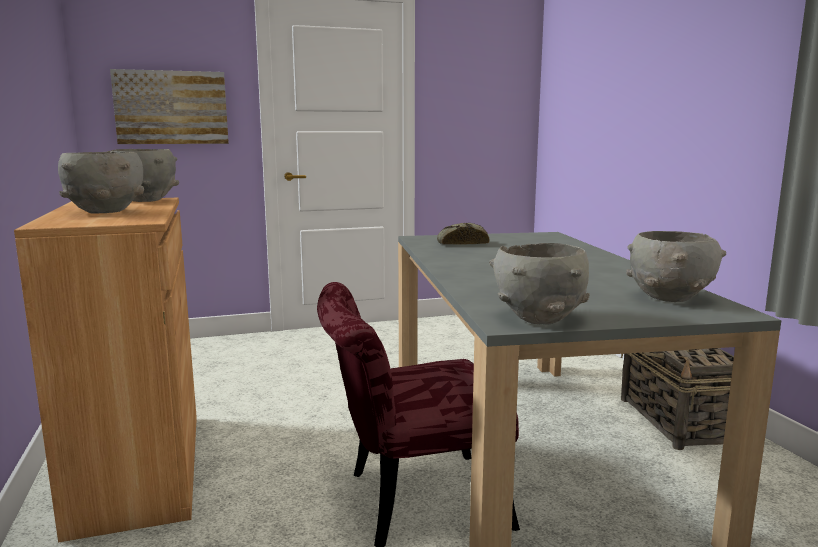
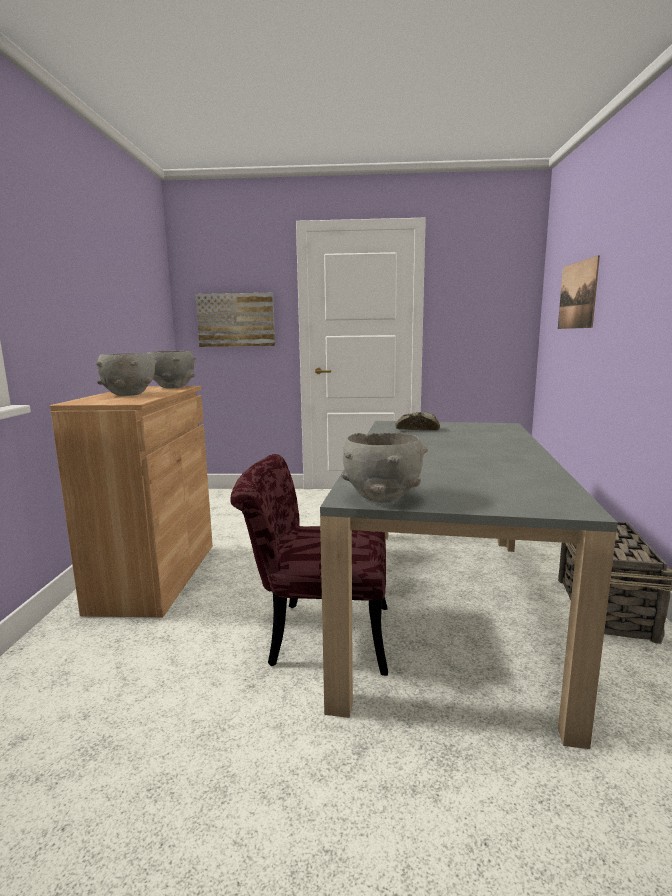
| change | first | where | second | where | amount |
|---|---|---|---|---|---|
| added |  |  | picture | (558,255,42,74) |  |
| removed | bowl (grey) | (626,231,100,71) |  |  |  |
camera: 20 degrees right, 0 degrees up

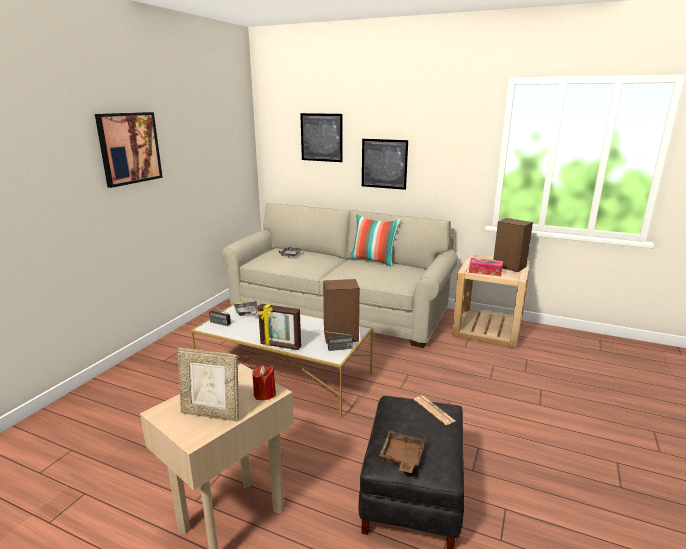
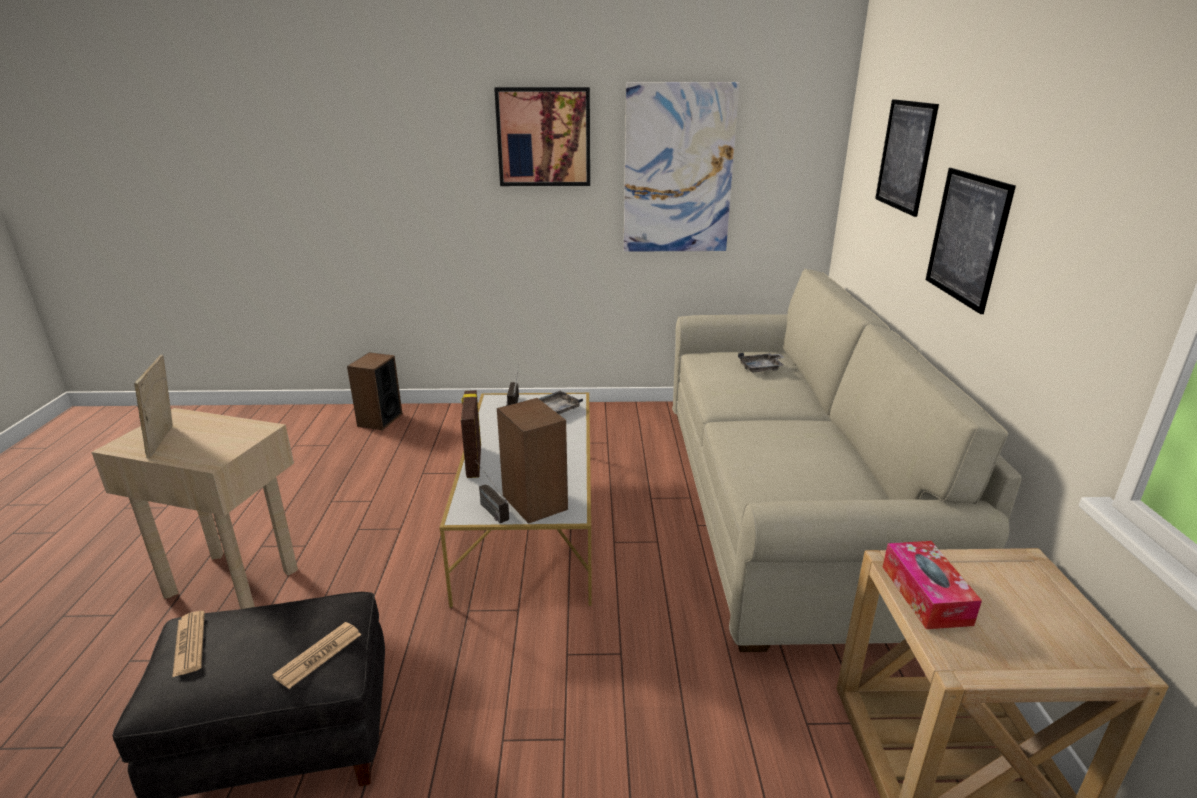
| change | first | where | second | where | amount |
|---|---|---|---|---|---|
| replaced | tray (brown) | (379,431,46,42) | newspaper | (172,611,33,67) |  |
| moved | speaker | (493,218,40,54) |  | (347,352,55,78) |  |
| added |  |  | picture | (624,82,115,170) |  |
| removed | candle (red) | (252,366,24,34) |  |  |  |
| removed | pillow | (350,214,51,53) |  |  |  |
camera: 65 degrees right, 5 degrees up

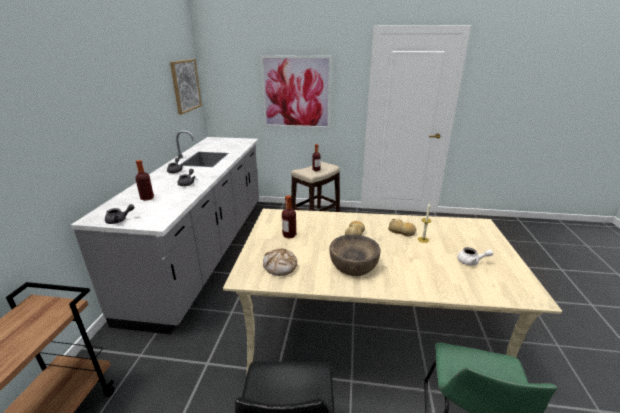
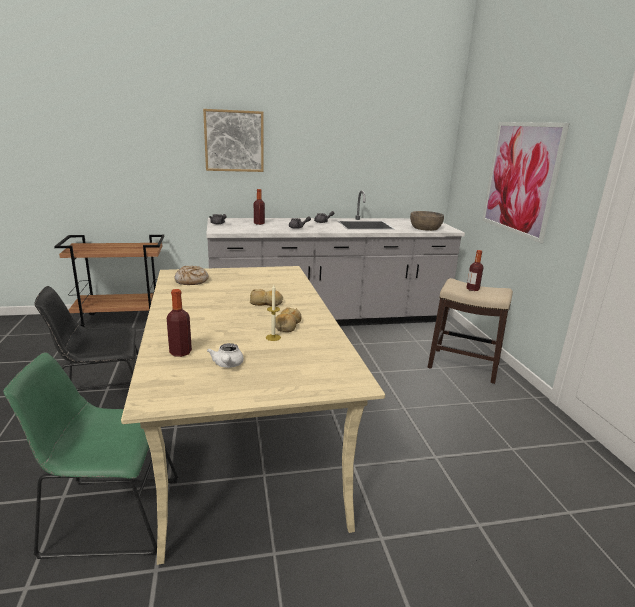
| change | first | where | second | where | amount |
|---|---|---|---|---|---|
| moved | bottle | (282,195,14,44) |  | (167,289,25,68) |  |
| moved | picture | (170,59,32,56) |  | (203,109,60,63) |  |
| moved | bowl (brown) | (329,235,52,41) |  | (410,211,34,20) |  |
camera: 70 degrees right, 5 degrees down

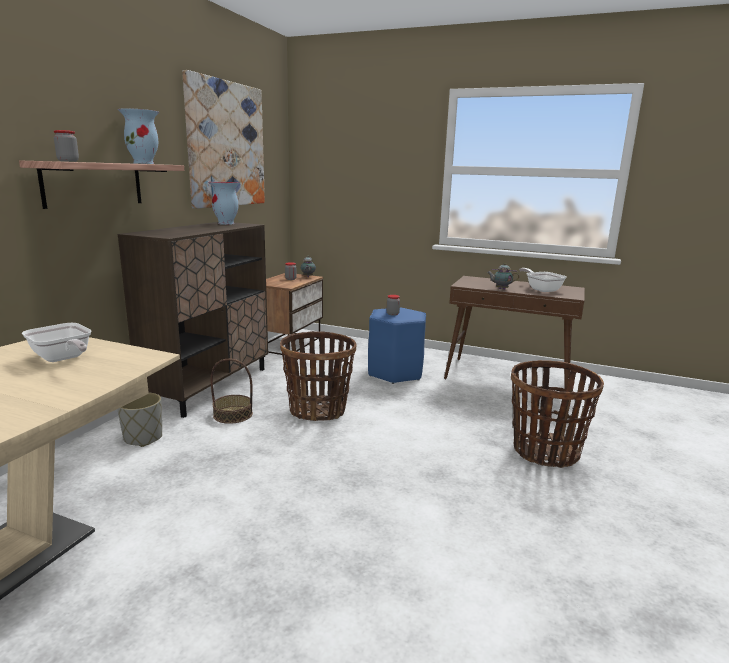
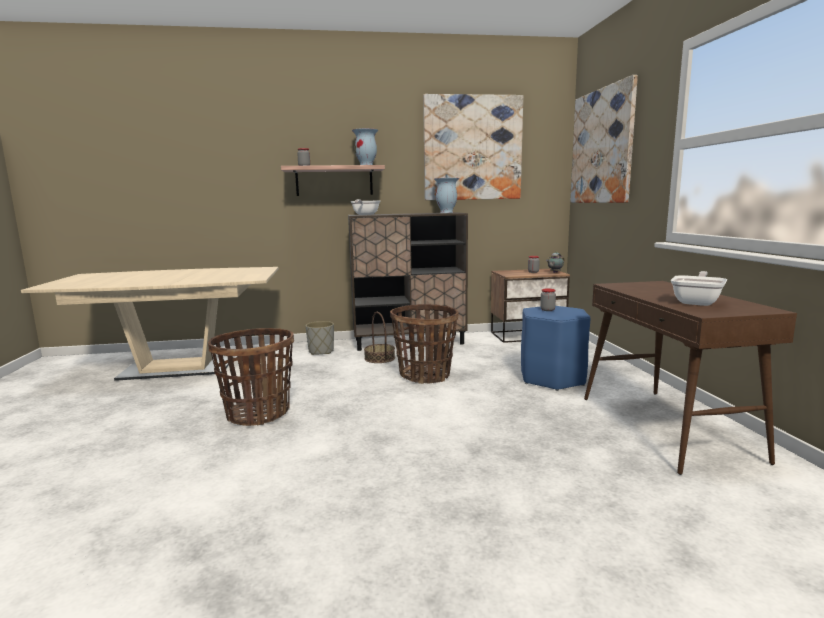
| change | first | where | second | where | amount |
|---|---|---|---|---|---|
| moved | basket | (511,360,93,108) |  | (208,328,86,98) |  |
| moved | frying pan | (22,323,69,39) |  | (351,200,29,15) |  |
| added |  |  | picture | (570,75,68,128) |  |
| removed | teapot | (487,263,32,27) |  |  |  |
camera: 60 degrees right, 5 degrees down

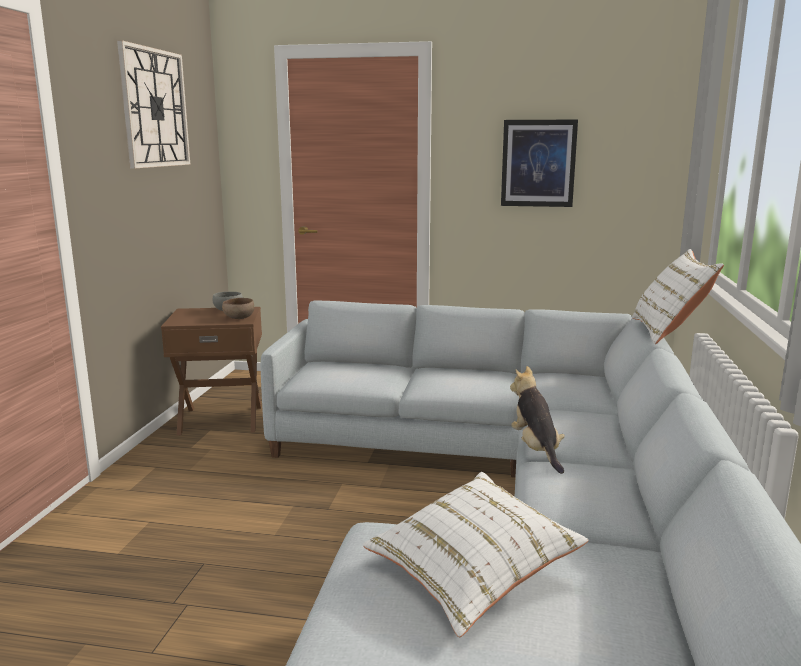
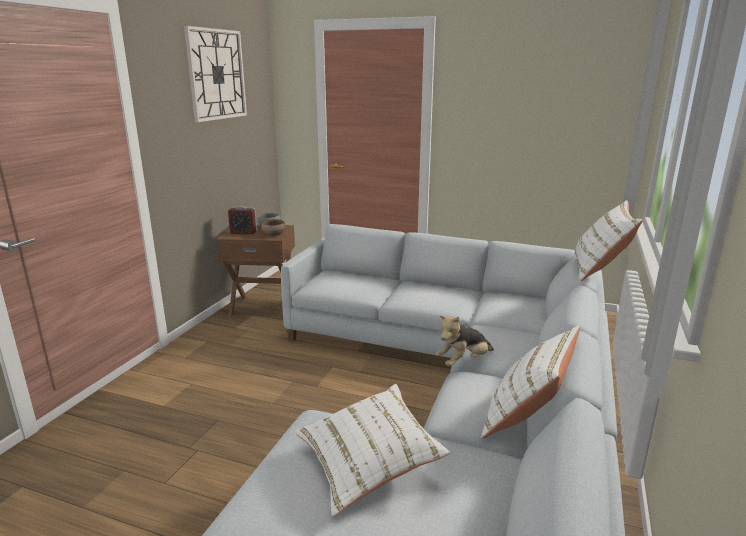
| change | first | where | second | where | amount |
|---|---|---|---|---|---|
| added |  |  | alarm clock | (228,206,29,28) |  |
| turned | plush toy | (510,366,55,108) |  | (436,316,58,50) | 120 degrees counterclockwise |
| added |  |  | pillow (white) | (481,326,99,113) |  |
| removed | picture | (501,120,77,87) |  |  |  |
camera: 10 degrees right, 5 degrees up

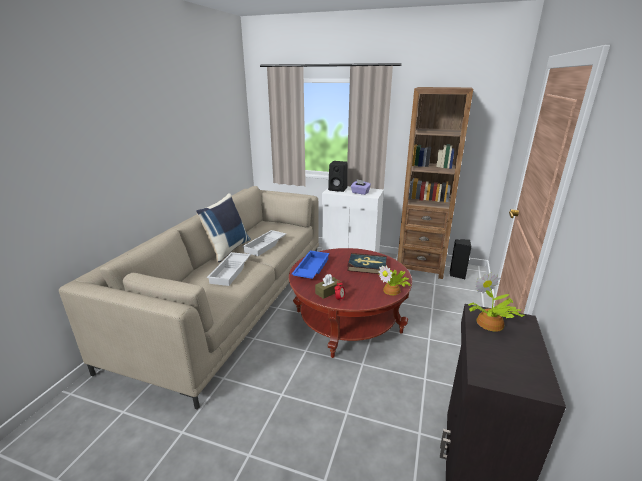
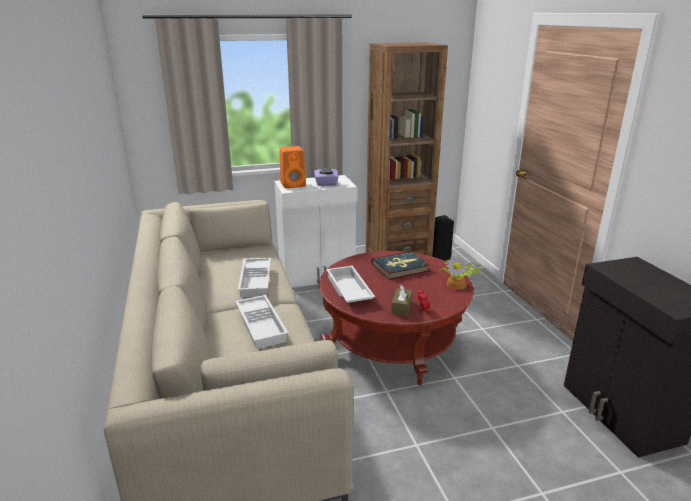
| change | first | where | second | where | amount |
|---|---|---|---|---|---|
| recoloured | speaker (black) | (328,161,20,31) | speaker (orange) | (280,146,26,42) |  |
| recoloured | tray (blue) | (292,251,38,28) | tray (white) | (326,266,49,37) |  |
| removed | pillow (blue) | (196,193,55,70) |  |  |  |
| removed | potted plant | (467,273,57,59) |  |  |  |
camera: 35 degrees left, 0 degrees up

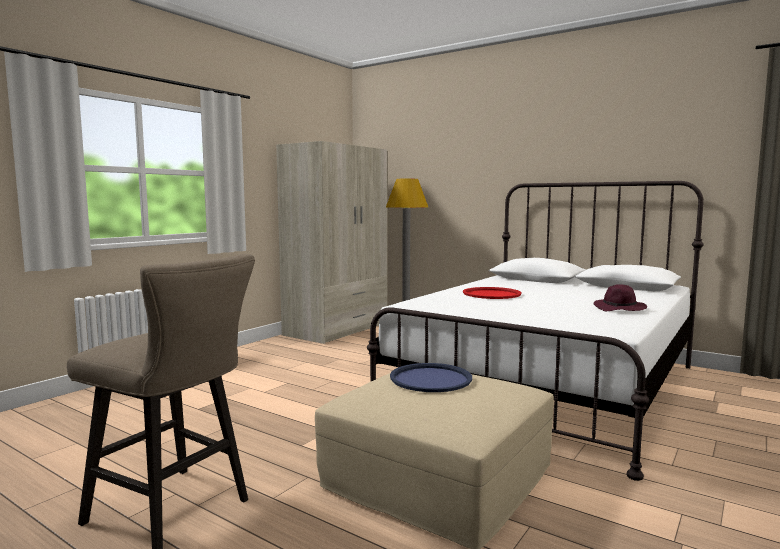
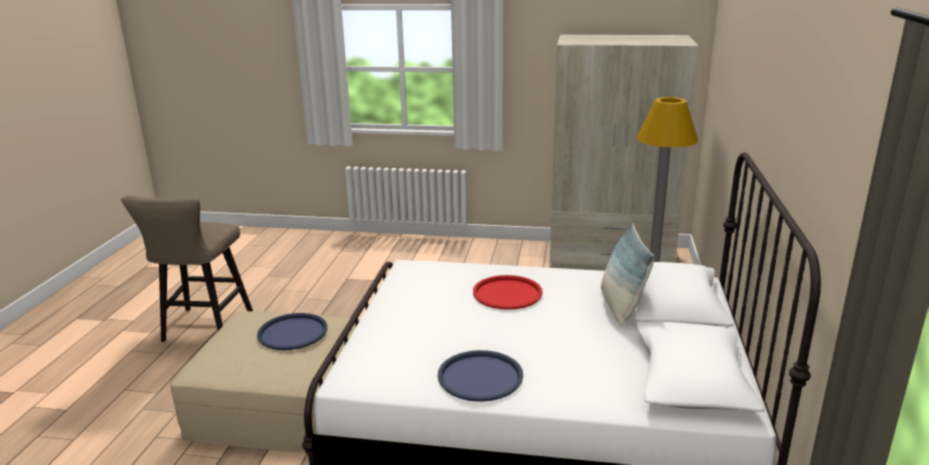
| change | first | where | second | where | amount |
|---|---|---|---|---|---|
| replaced | hat (purple) | (593,285,54,26) | tray (blue) | (438,350,85,52) |  |
| added |  |  | pillow | (601,223,54,103) |  |
camera: 65 degrees right, 15 degrees up

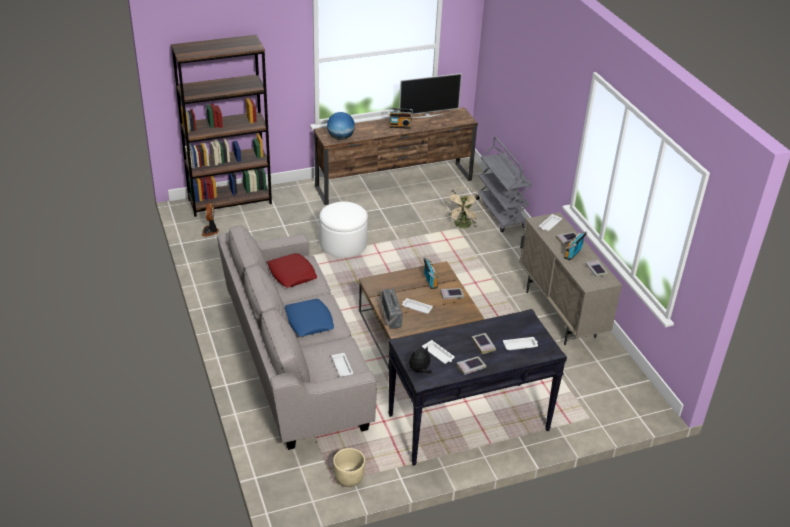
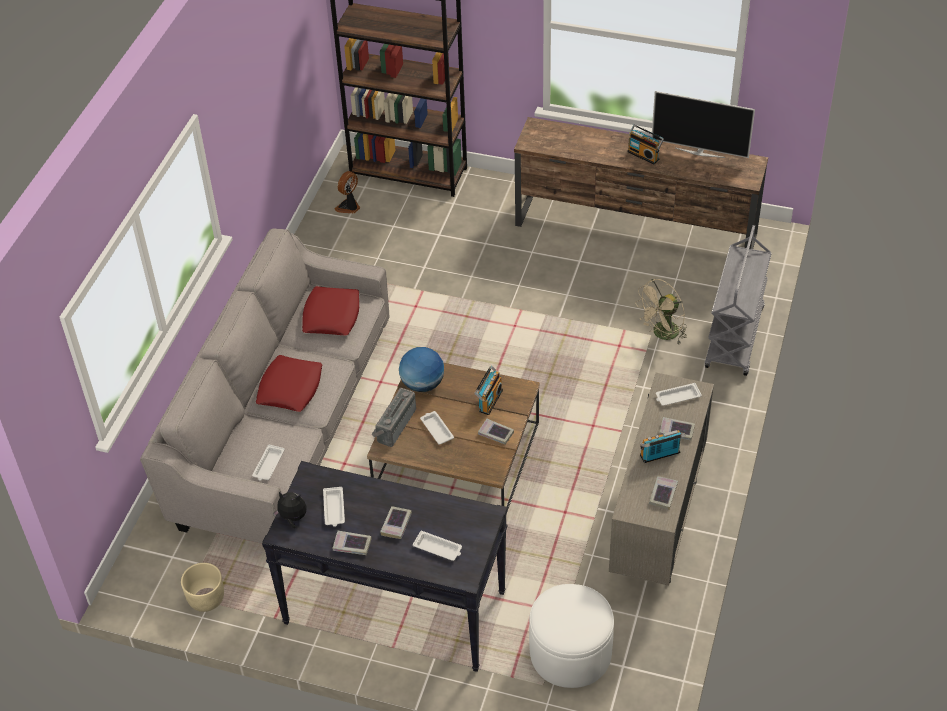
| change | first | where | second | where | amount |
|---|---|---|---|---|---|
| recoloured | pillow (blue) | (285,299,49,38) | pillow (red) | (256,355,66,57) |  |
| moved | globe | (327,112,28,28) |  | (399,347,45,45) |  |
| moved | ottoman (white) | (320,201,48,57) |  | (529,584,85,104) |  |
camera: 40 degrees right, 10 degrees up

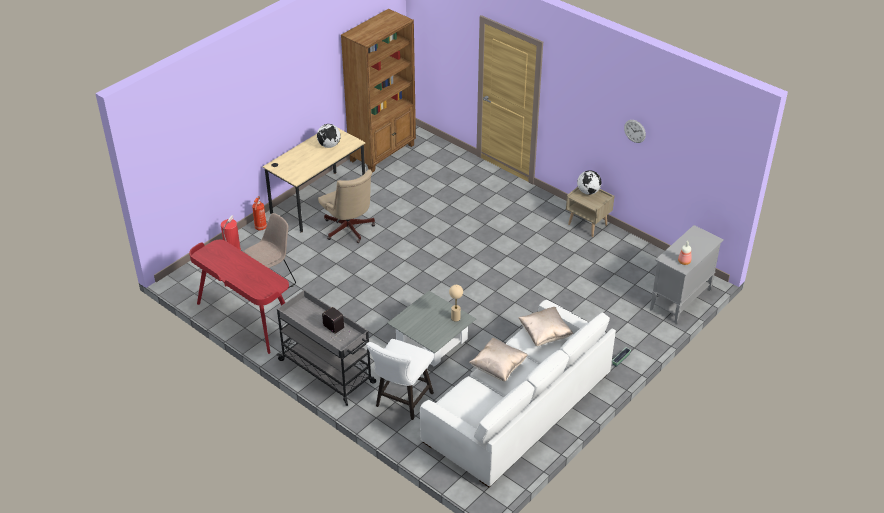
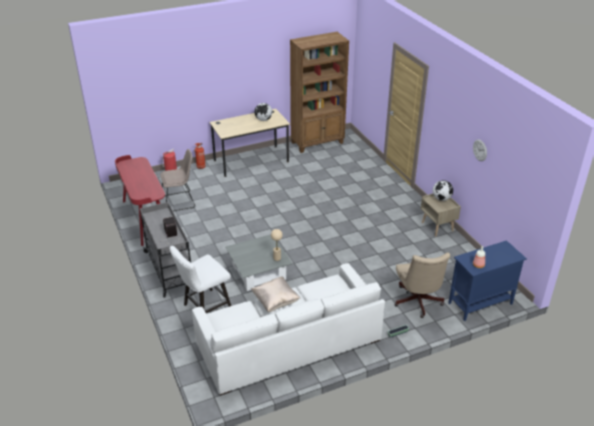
| change | first | where | second | where | amount |
|---|---|---|---|---|---|
| moved | office chair (beige) | (318,169,57,74) |  | (394,252,56,66) |  |
| recoloured | cabinet (grey) | (650,225,74,99) | cabinet (blue) | (448,240,79,81) |  |
| removed | pillow (beige) | (518,307,56,39) |  |  |  |
camera: 25 degrees right, 5 degrees down

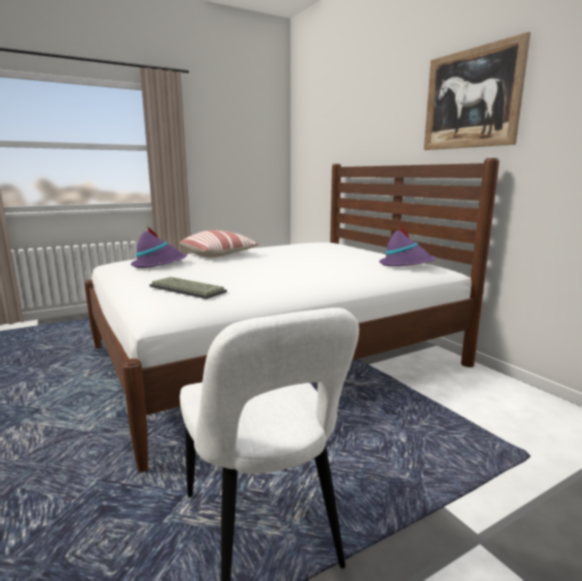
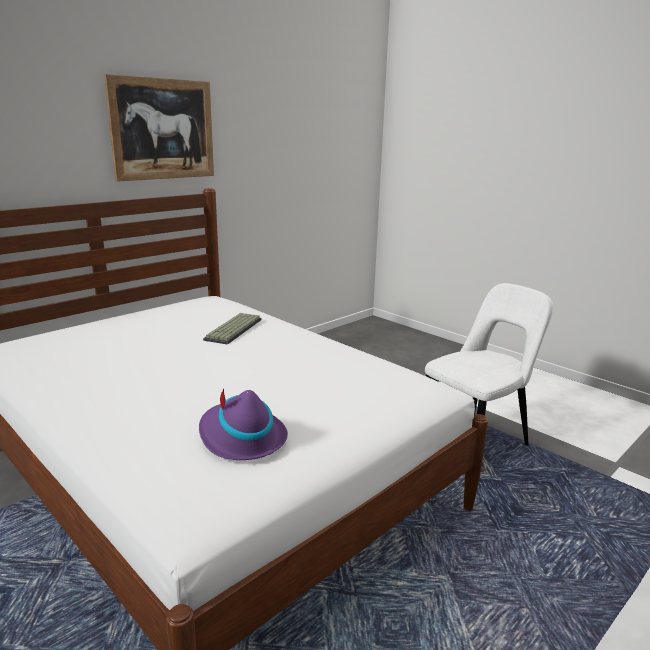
| change | first | where | second | where | amount |
|---|---|---|---|---|---|
| moved | keyboard | (149,277,78,22) |  | (203,313,59,32) |  |
| removed | pillow | (180,230,79,27) |  |  |  |
| removed | hat (purple) | (379,225,57,41) |  |  |  |
camera: 105 degrees left, 5 degrees up

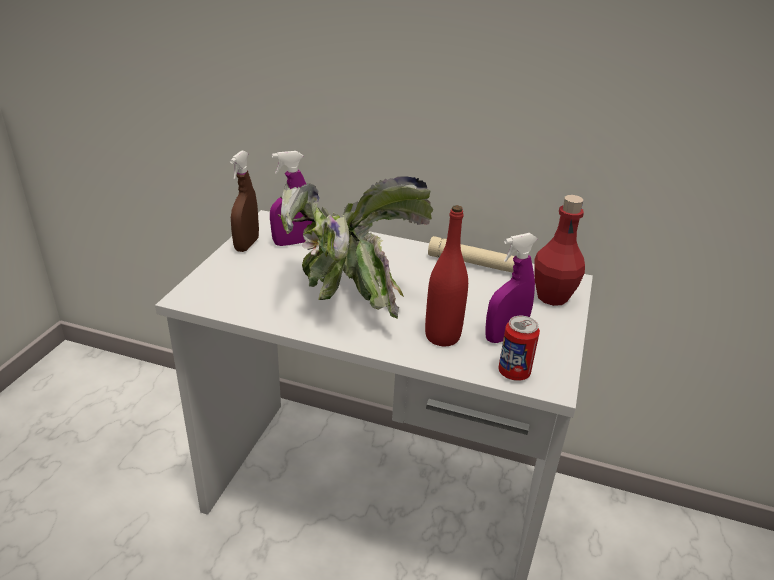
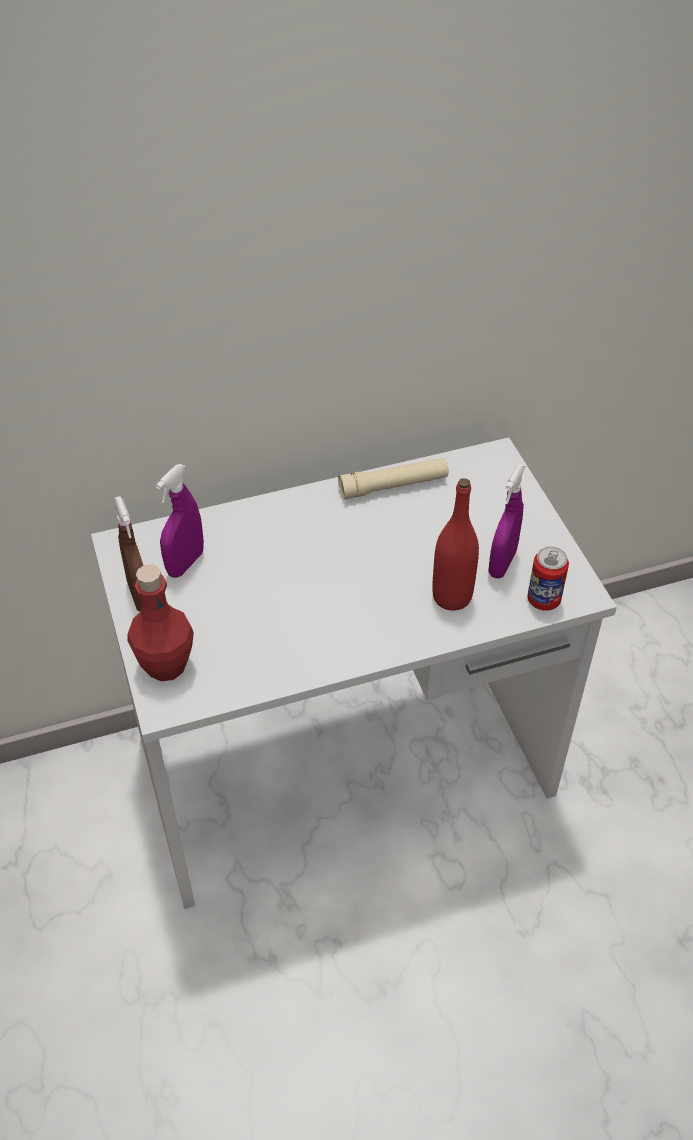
| change | first | where | second | where | amount |
|---|---|---|---|---|---|
| moved | bottle (red) | (534,195,51,111) |  | (127,564,67,117) |  |
| removed | potted plant | (278,176,155,142) |  |  |  |
camera: 35 degrees left, 15 degrees up

